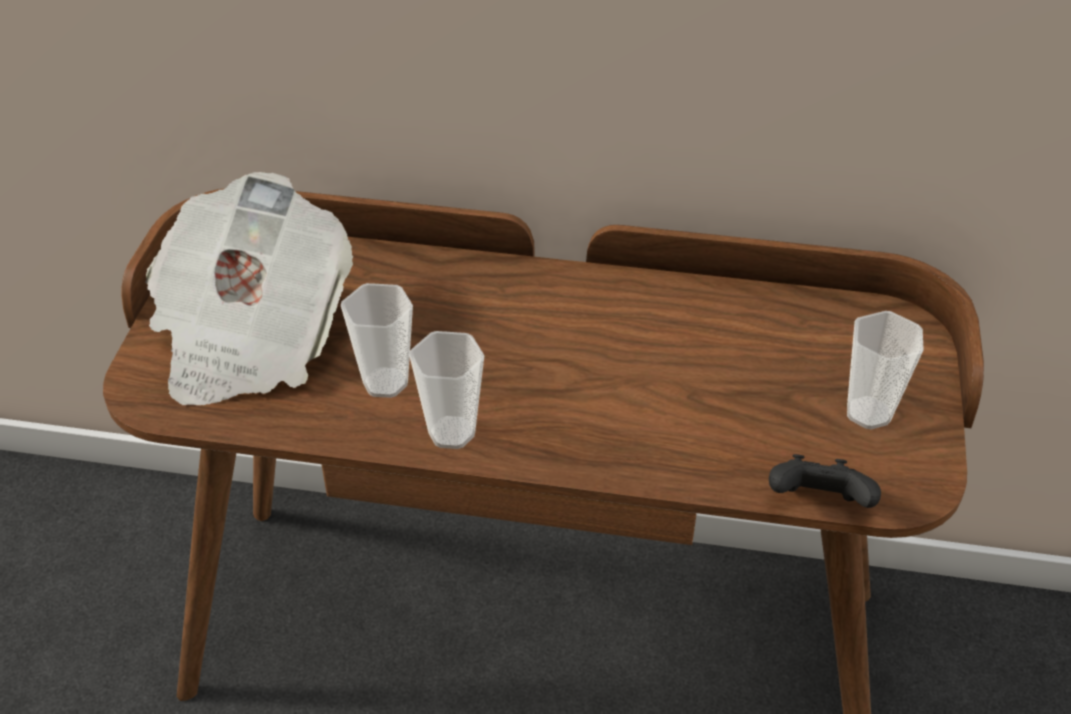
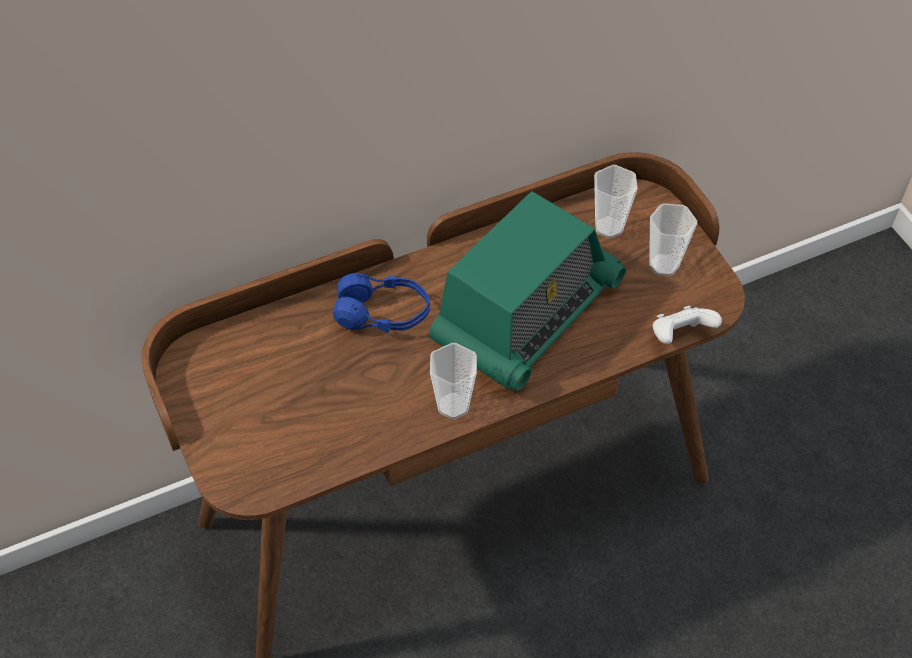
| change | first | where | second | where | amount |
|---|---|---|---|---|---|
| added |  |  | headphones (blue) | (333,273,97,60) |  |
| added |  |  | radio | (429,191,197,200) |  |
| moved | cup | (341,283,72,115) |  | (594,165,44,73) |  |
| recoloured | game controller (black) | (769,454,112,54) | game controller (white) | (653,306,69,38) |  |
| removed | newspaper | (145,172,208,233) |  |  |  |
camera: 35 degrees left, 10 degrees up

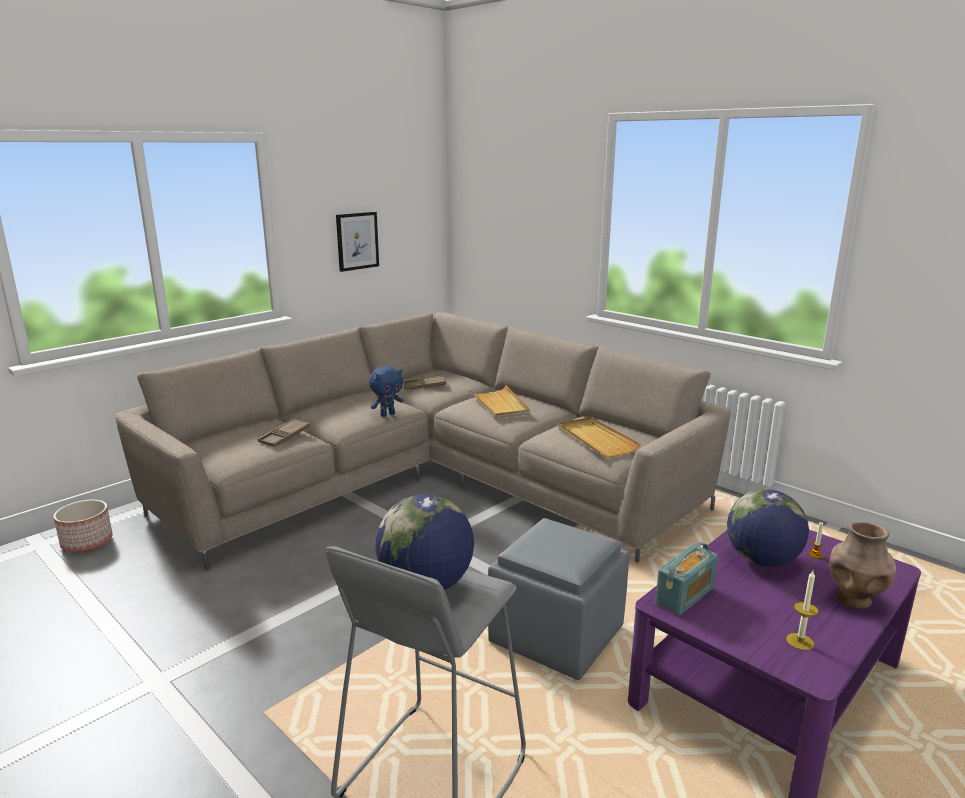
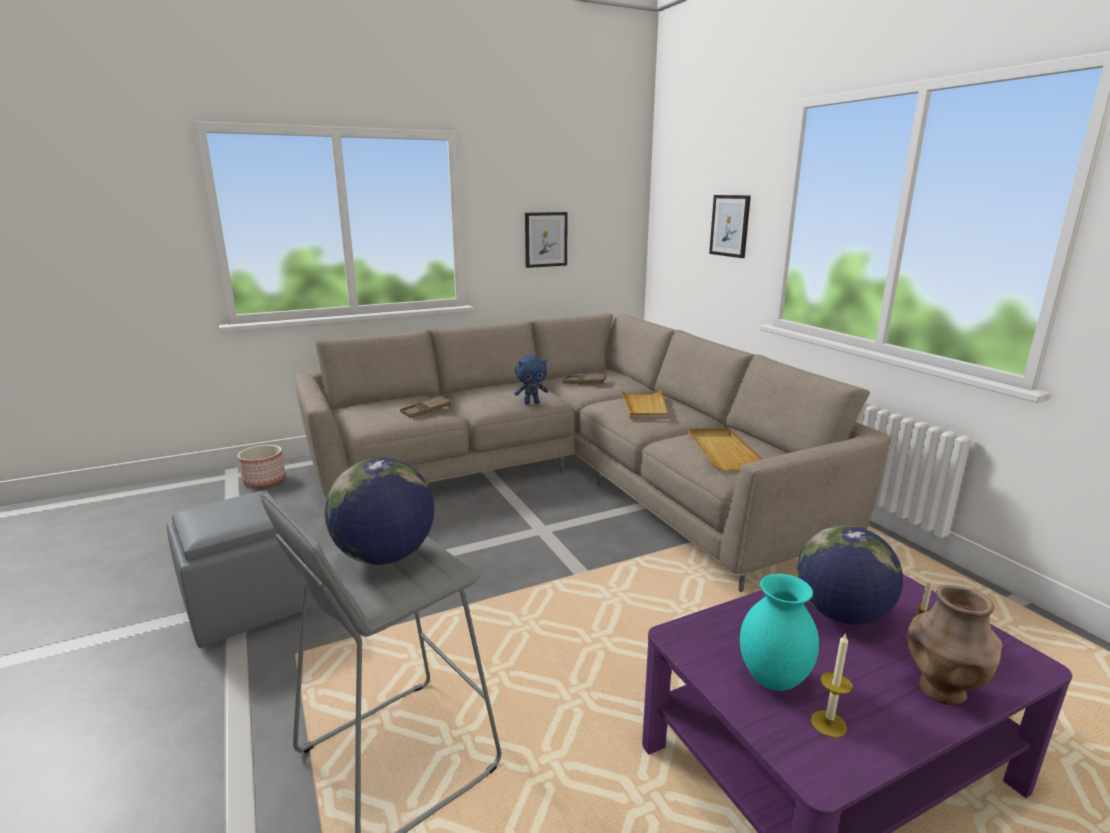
| change | first | where | second | where | amount |
|---|---|---|---|---|---|
| moved | ottoman (grey) | (488,518,141,162) |  | (167,490,143,158) |  |
| added |  |  | picture | (709,195,42,63) |  |
| added |  |  | vase (turquoise) | (740,574,79,117) |  |
| removed | radio | (655,542,63,73) |  |  |  |
camera: 20 degrees right, 0 degrees up

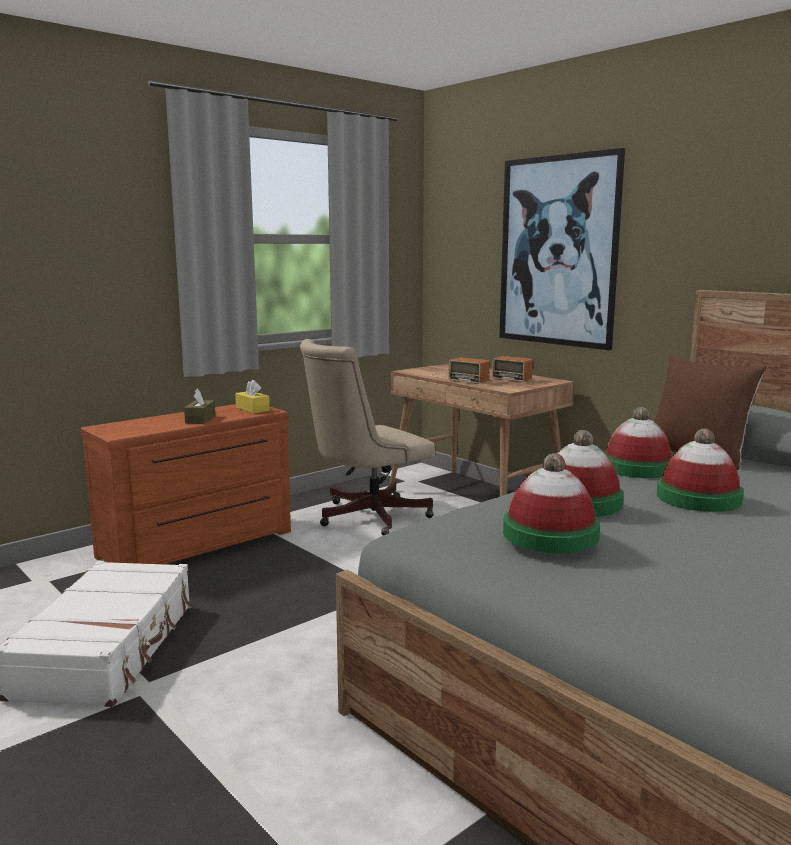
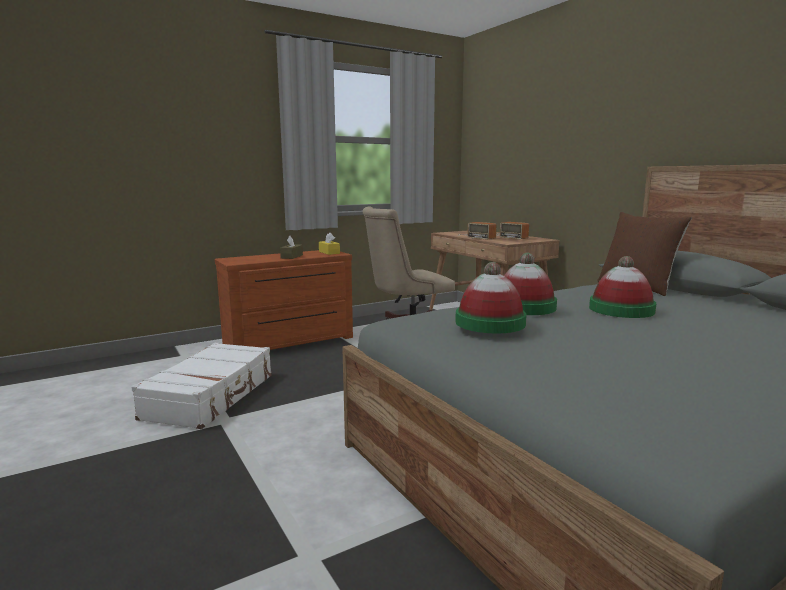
| change | first | where | second | where | amount |
|---|---|---|---|---|---|
| removed | picture | (499,148,126,202) |  |  |  |
| removed | hat | (604,407,68,71) |  |  |  |
camera: 10 degrees right, 0 degrees up

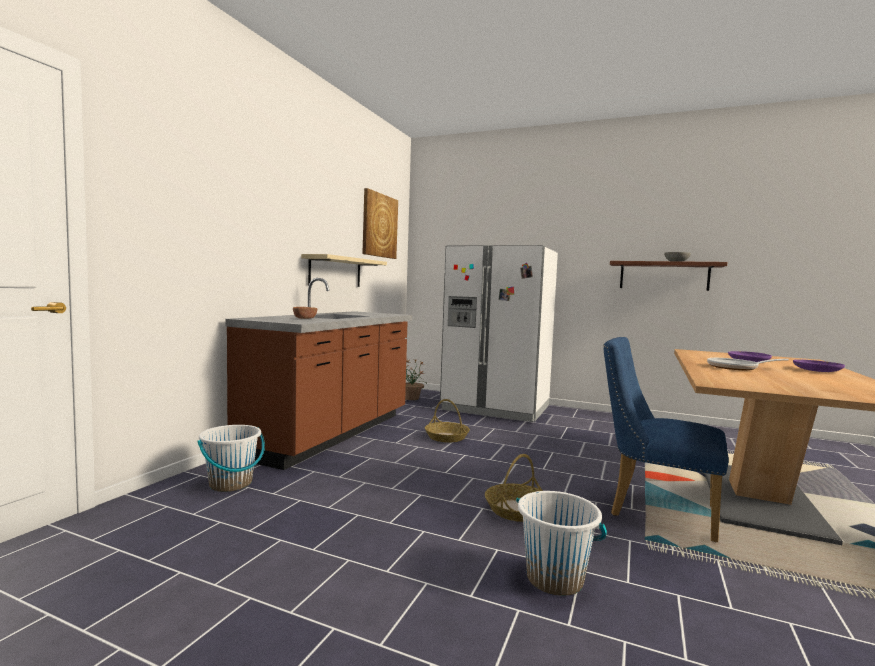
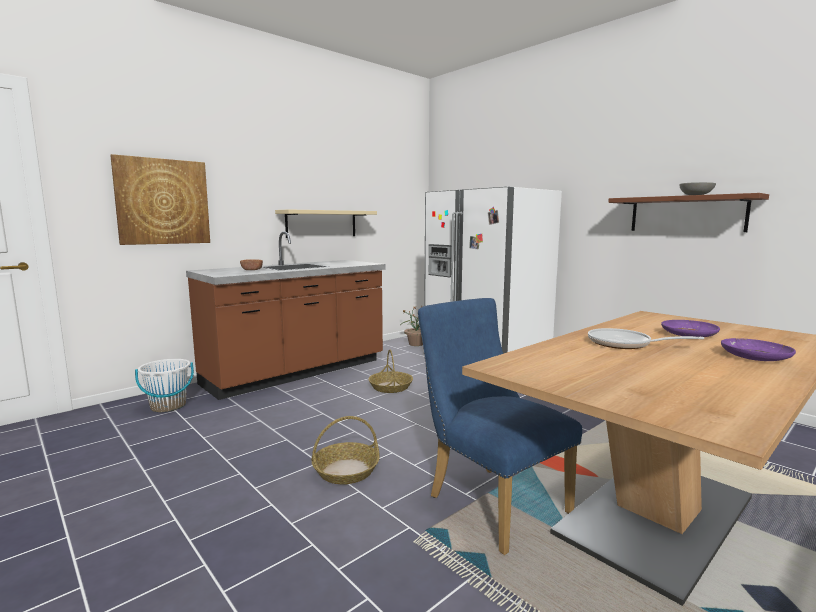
| change | first | where | second | where | amount |
|---|---|---|---|---|---|
| moved | picture | (362,188,36,71) |  | (110,154,100,91) |  |
| removed | bucket (white) | (516,491,91,105) |  |  |  |
camera: 25 degrees right, 5 degrees up

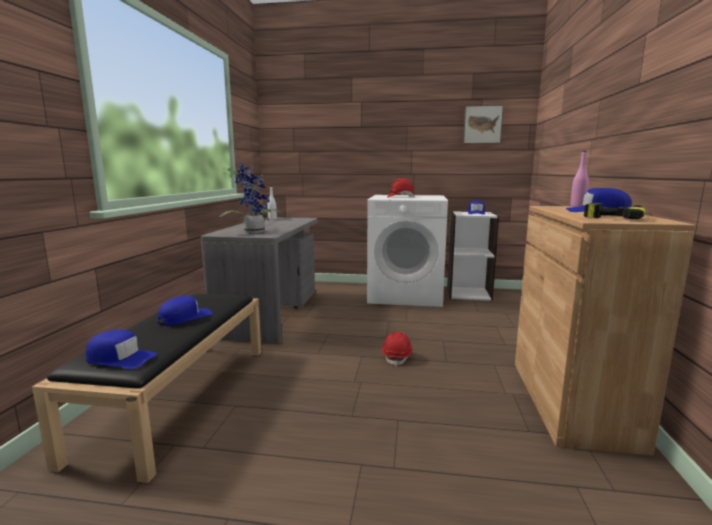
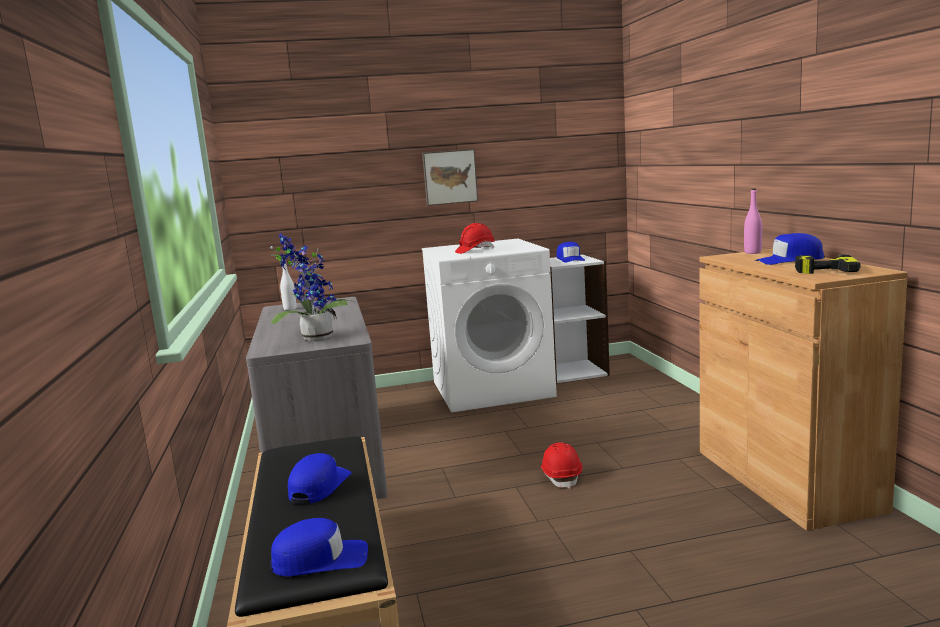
| change | first | where | second | where | amount |
|---|---|---|---|---|---|
| moved | picture | (463,105,41,39) |  | (422,149,56,57) |  |
camera: 20 degrees left, 0 degrees up

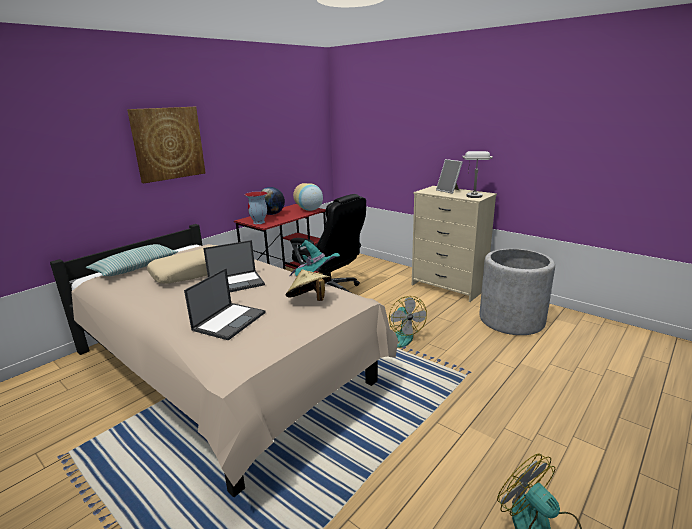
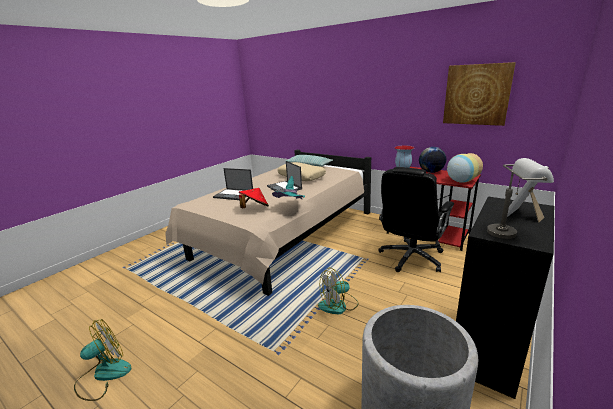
| change | first | where | second | where | amount |
|---|---|---|---|---|---|
| recoloured | hat (beige) | (286,270,45,31) | hat (red) | (239,188,30,21) |  |
| moved | picture | (127,107,79,76) |  | (443,62,73,64) |  |
| recoloured | dresser (beige) | (412,186,85,116) | dresser (black) | (456,197,98,202) |  |
camera: 85 degrees right, 0 degrees up

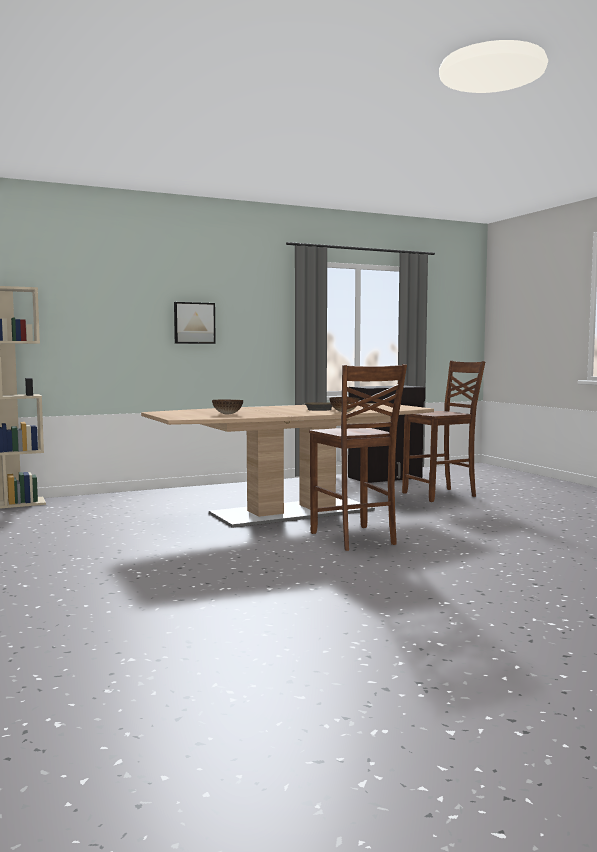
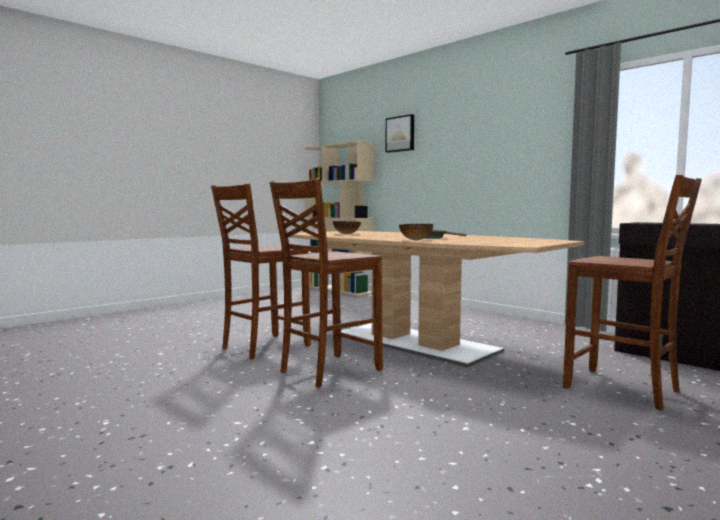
| change | first | where | second | where | amount |
|---|---|---|---|---|---|
| added |  |  | chair (brown) | (211,183,100,176) |  |
| moved | picture | (174,302,42,42) |  | (386,114,28,39) |  |
camera: 70 degrees right, 0 degrees up

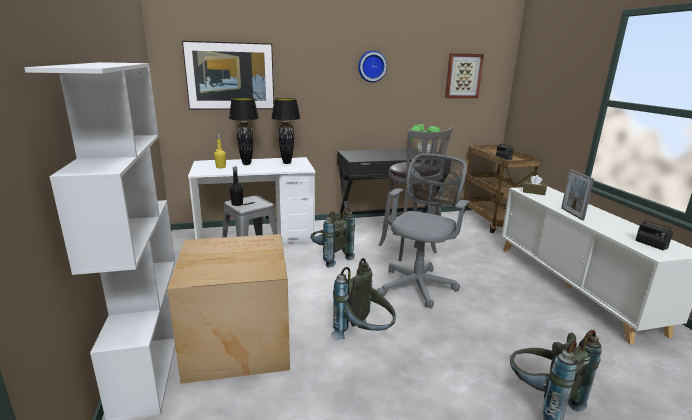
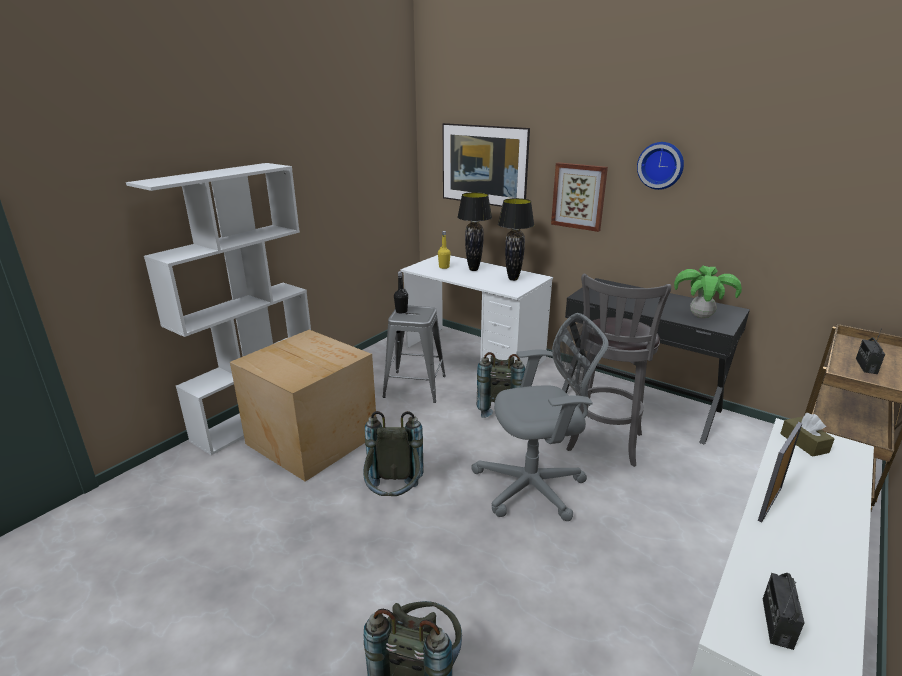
| change | first | where | second | where | amount |
|---|---|---|---|---|---|
| moved | picture | (445,53,39,45) |  | (551,162,57,70) |  |
camera: 50 degrees right, 5 degrees up

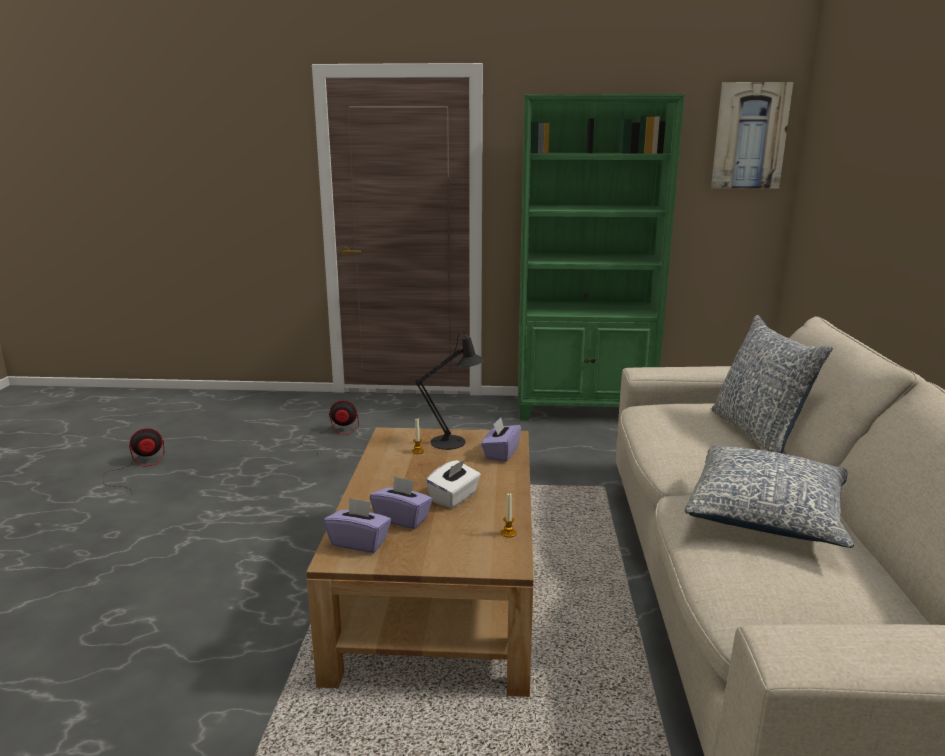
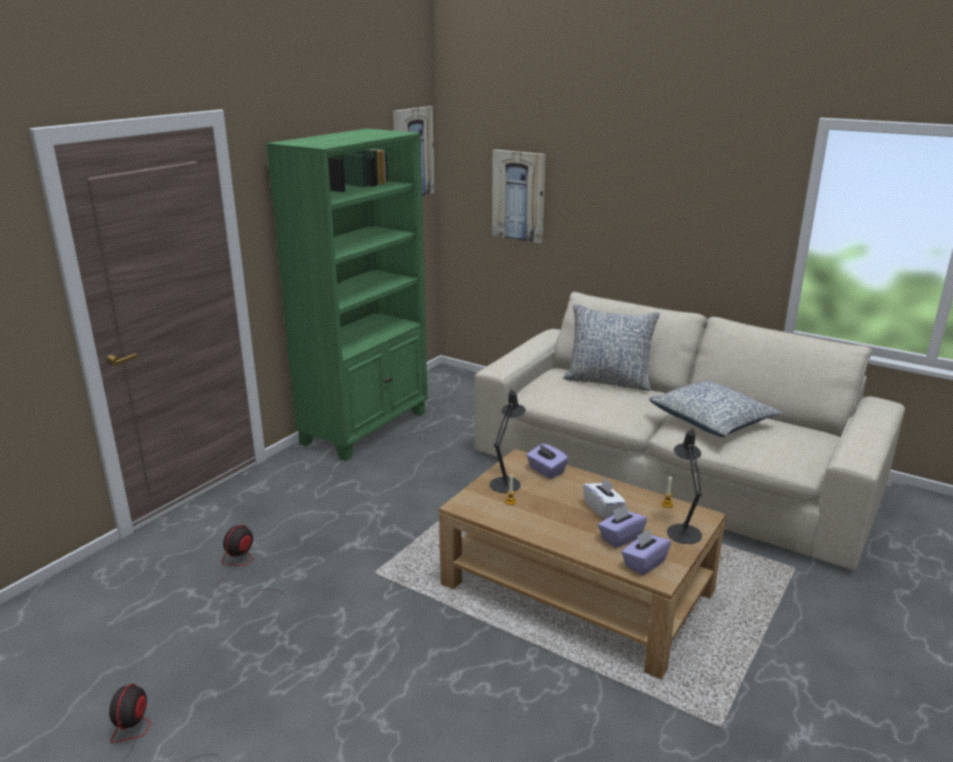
| change | first | where | second | where | amount |
|---|---|---|---|---|---|
| added |  |  | picture | (492,149,54,94) |  |
| added |  |  | table lamp (black) | (667,428,35,116) |  |
camera: 60 degrees left, 5 degrees up

